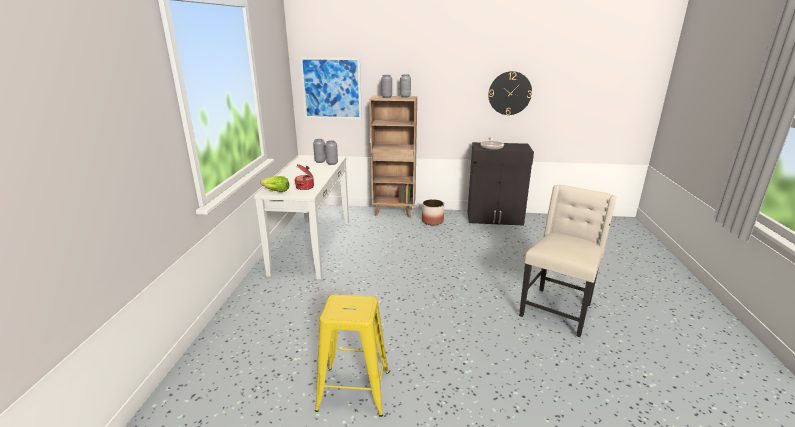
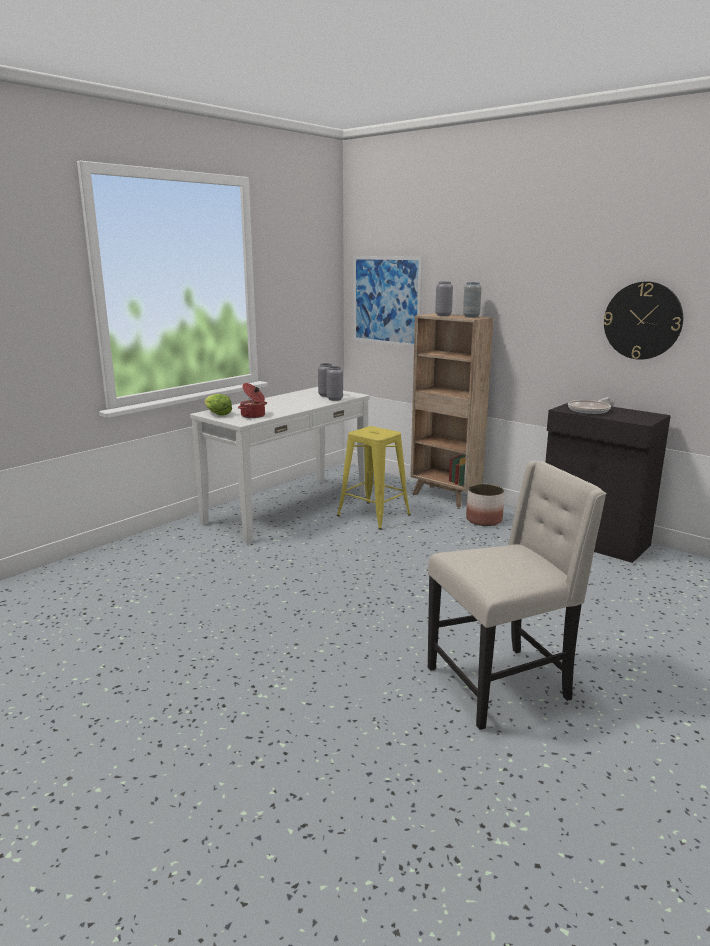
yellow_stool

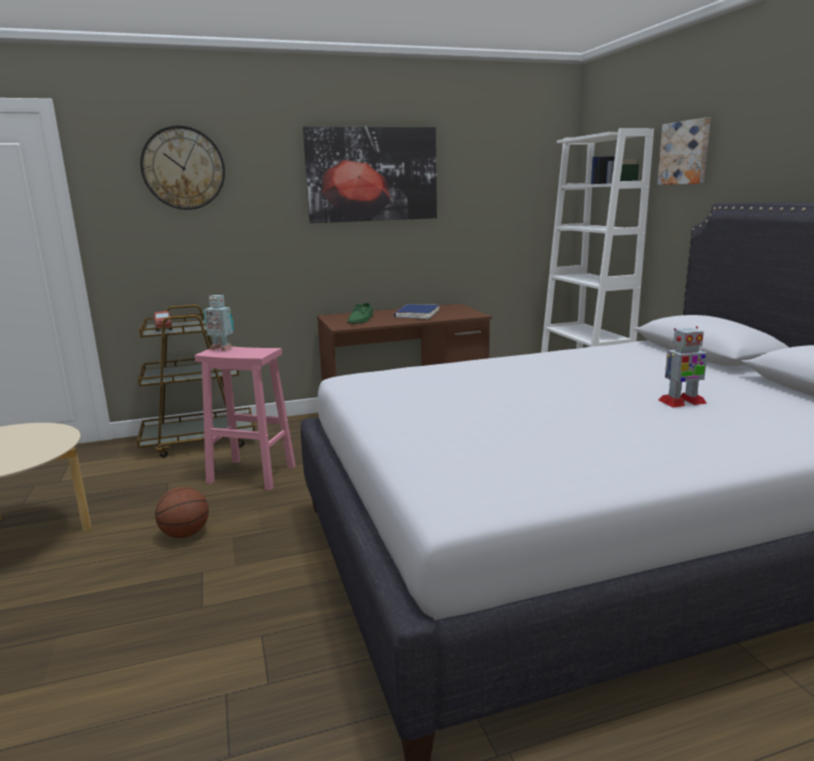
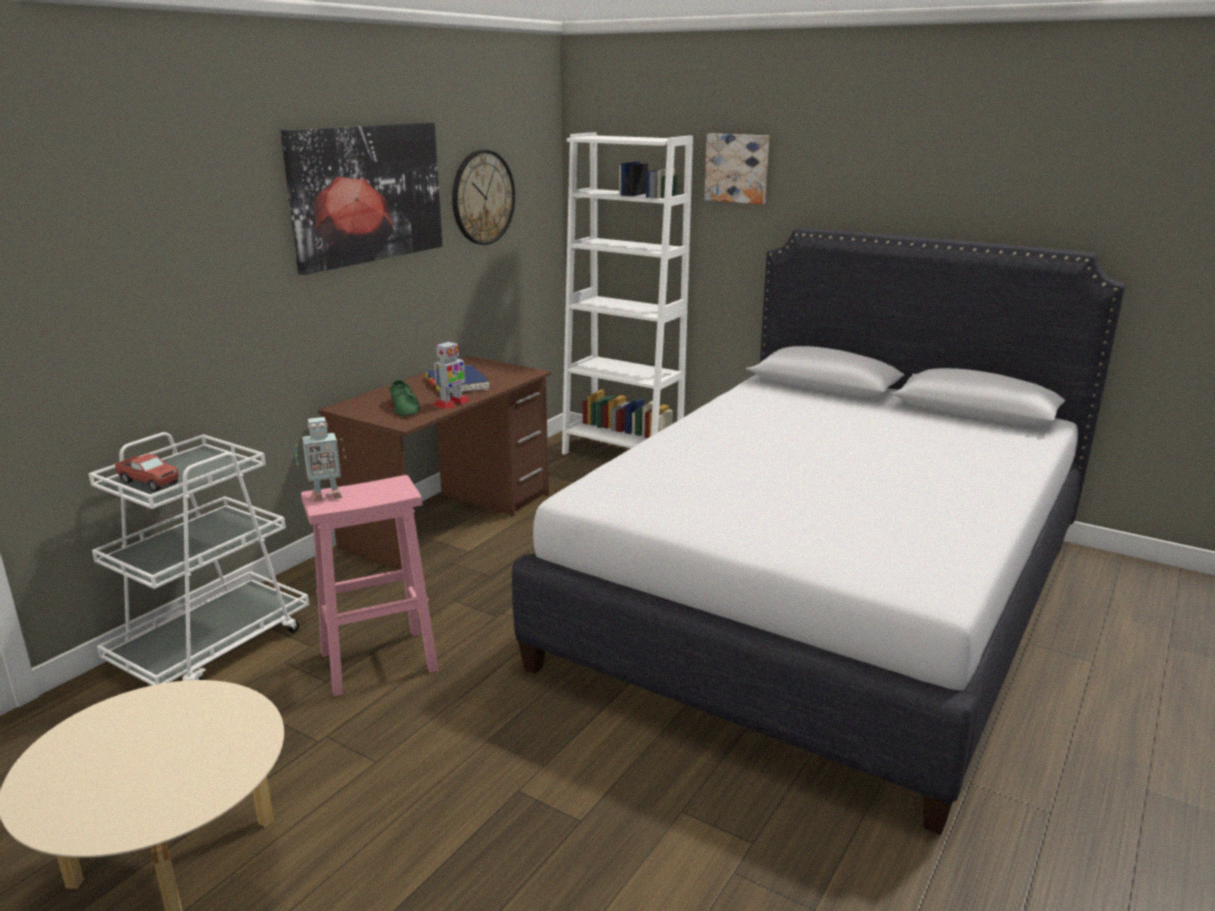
white_cart; toy_robot (no. 2 from left); wall_clock; basketball

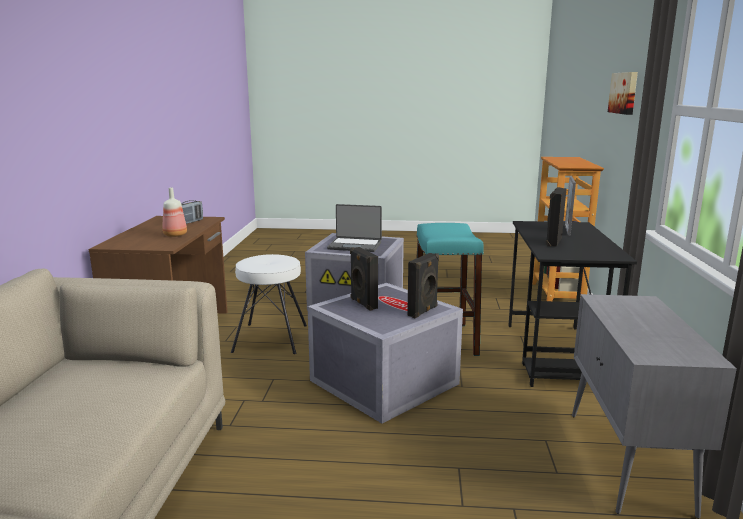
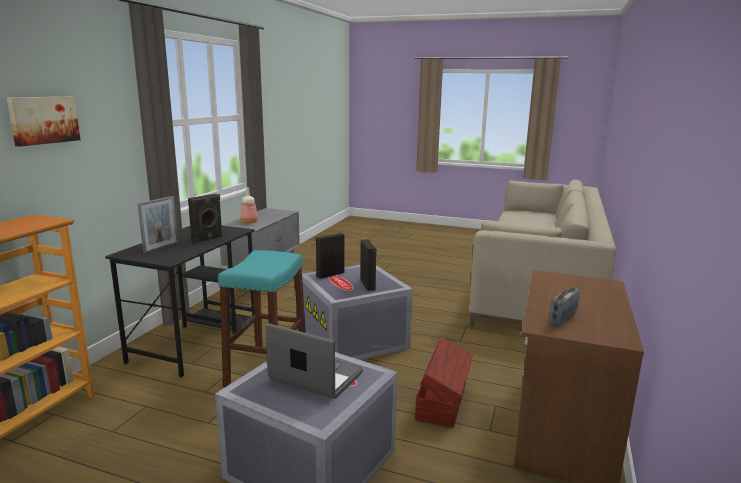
bottle; brown_storage_box

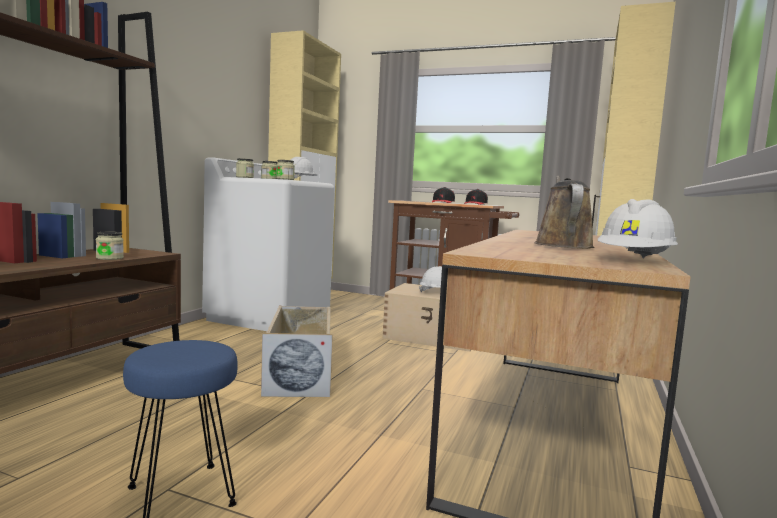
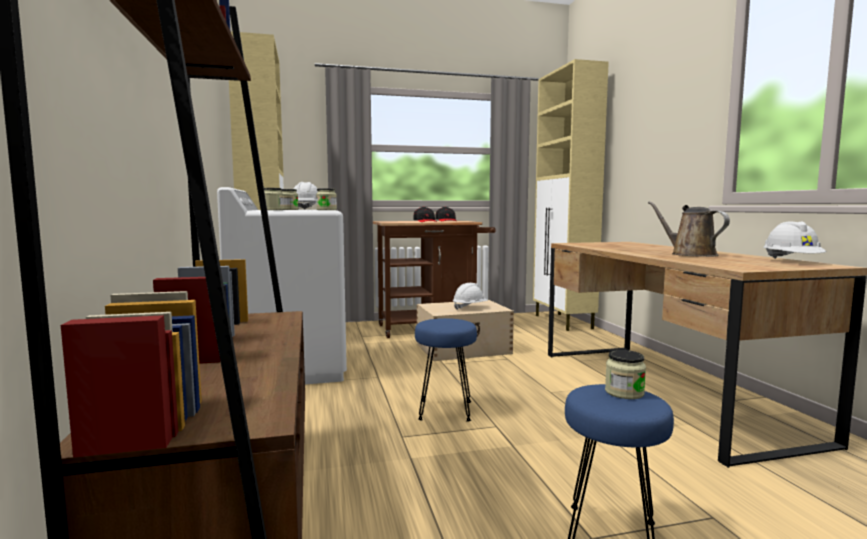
blue_stool (no. 1 from left); jar (no. 4 from left)

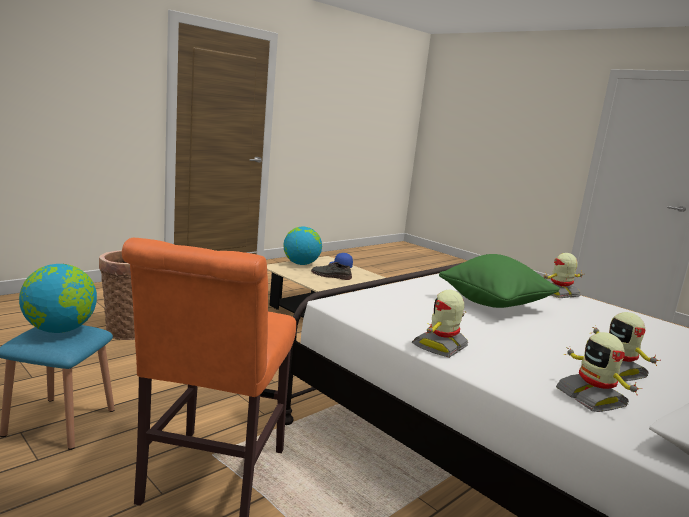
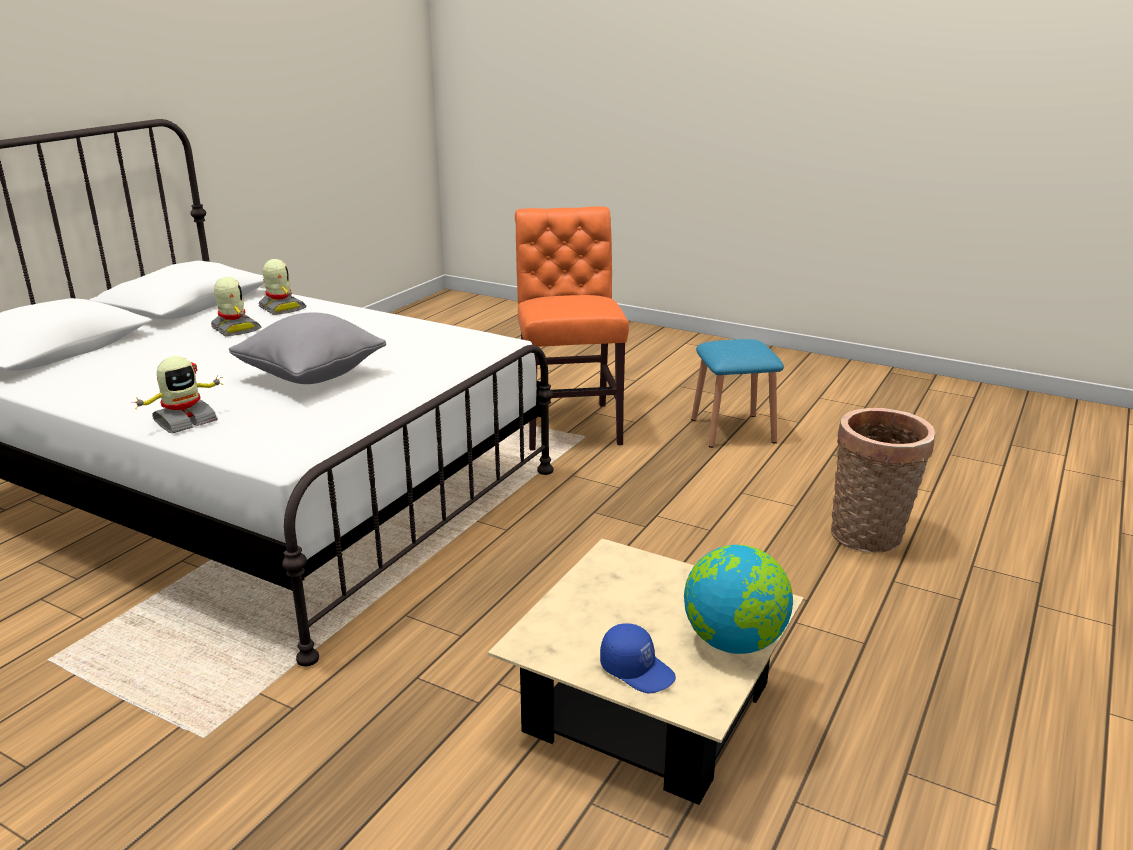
grey_pillow; globe (no. 1 from left in the first image); grey_shoe; toy_robot (no. 1 from left in the first image)

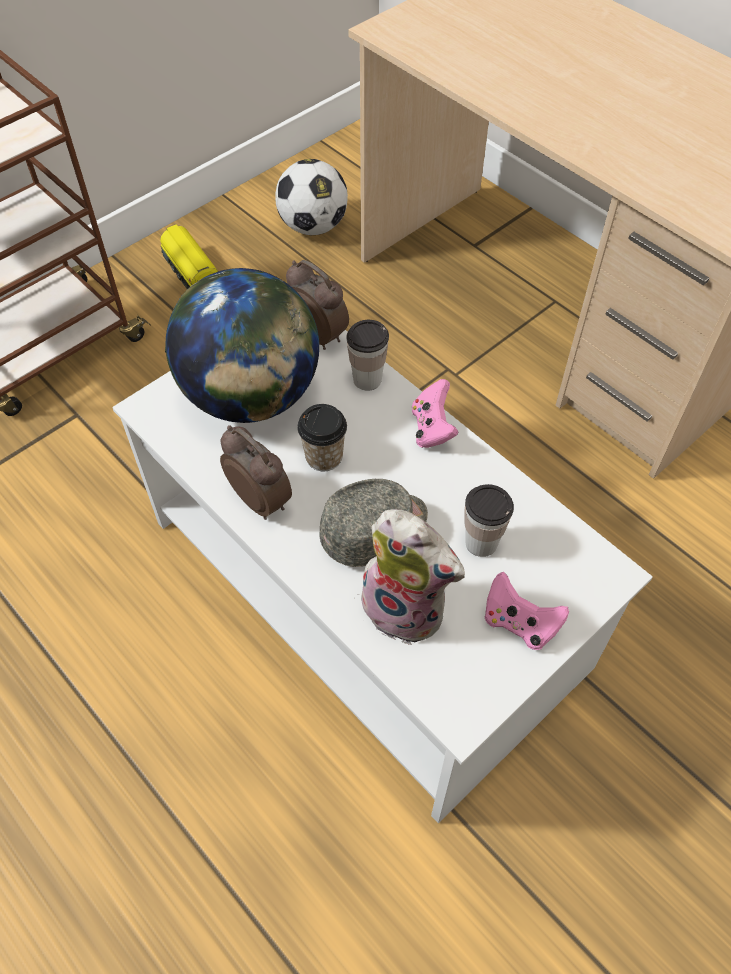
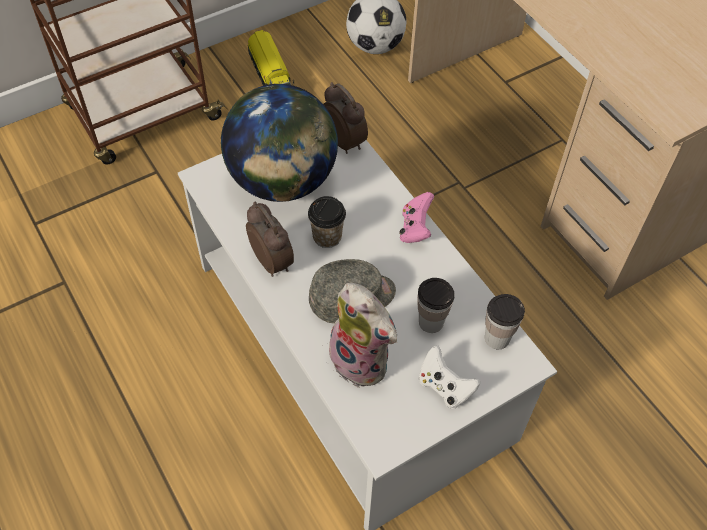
white_game_controller; cup (no. 3 from left)

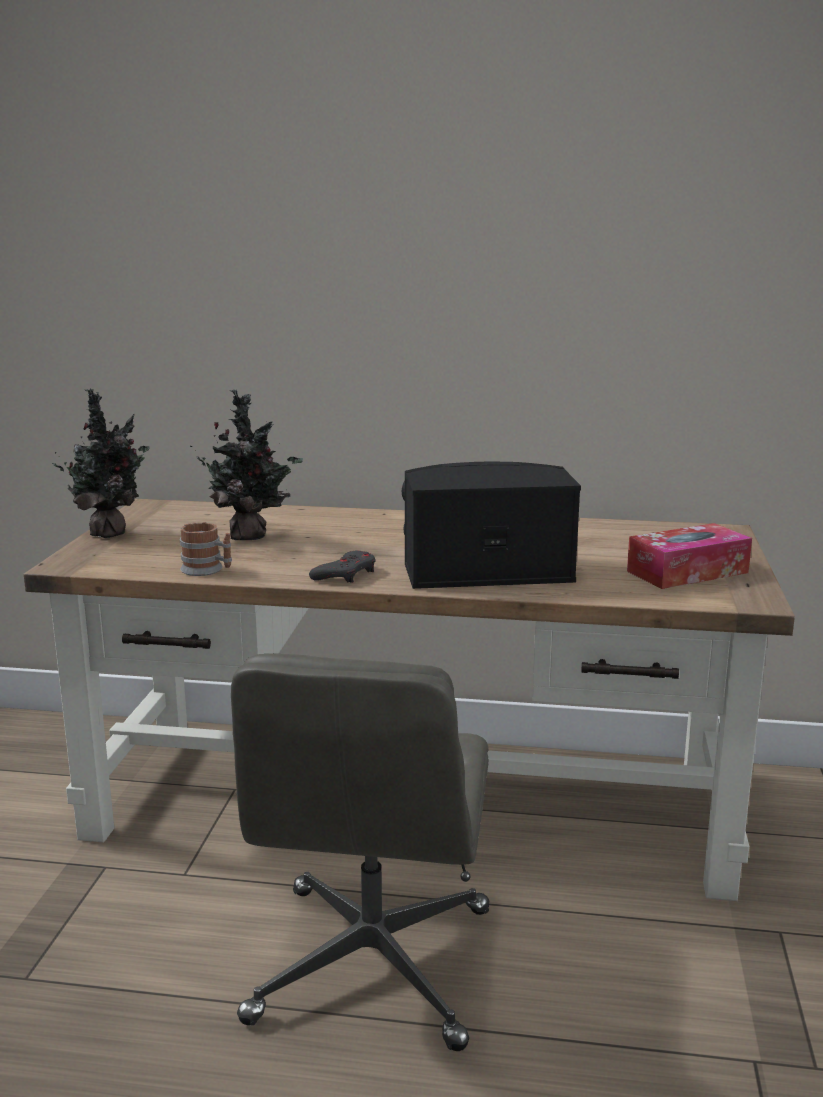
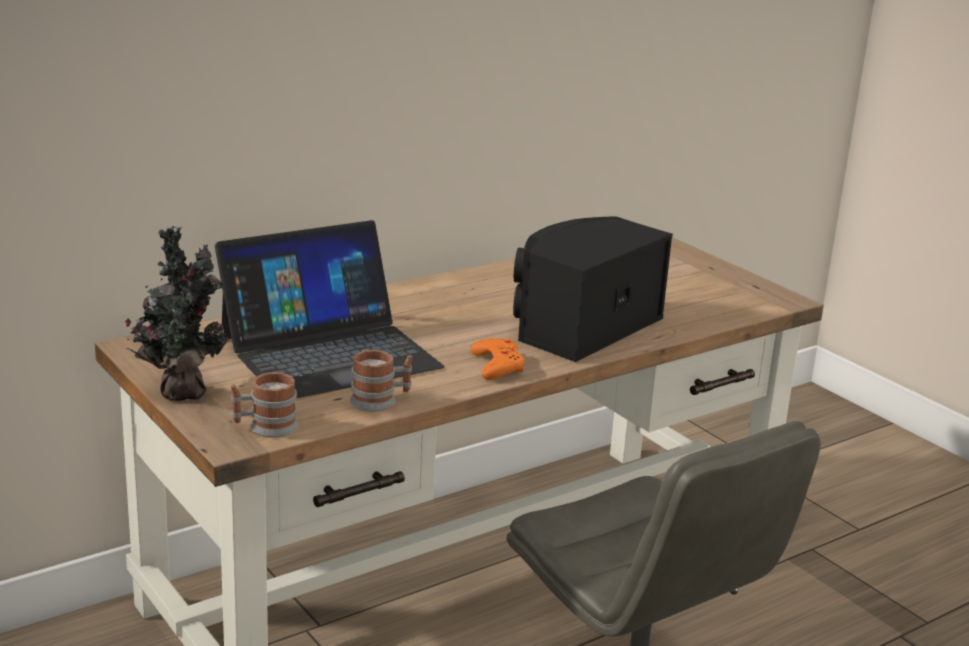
laptop; mug (no. 1 from left); orange_game_controller; tissue_box

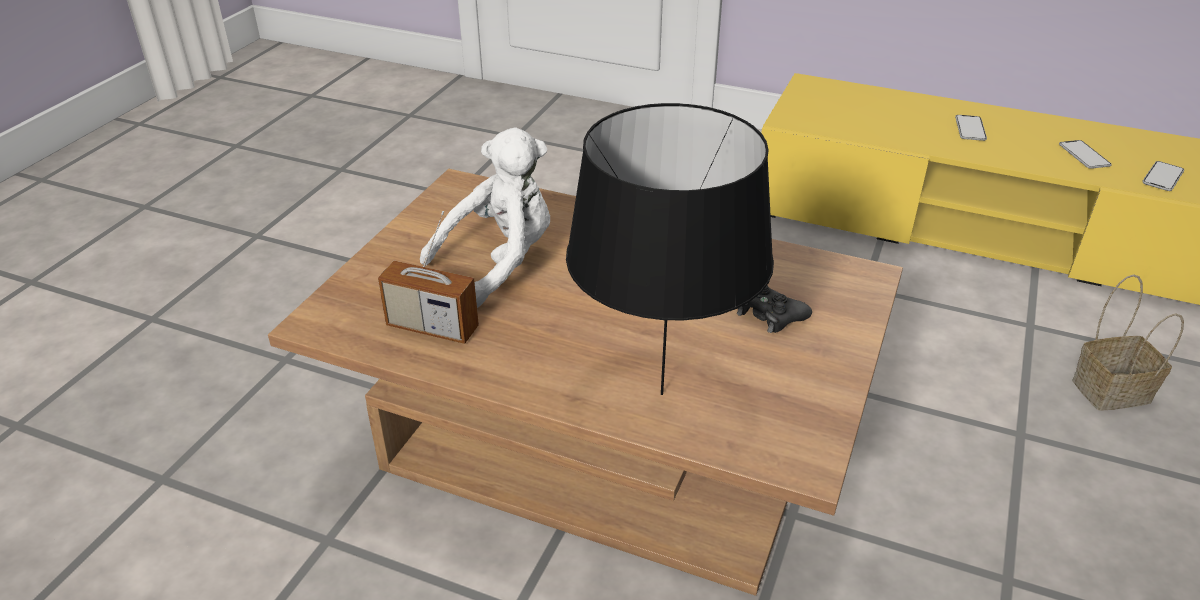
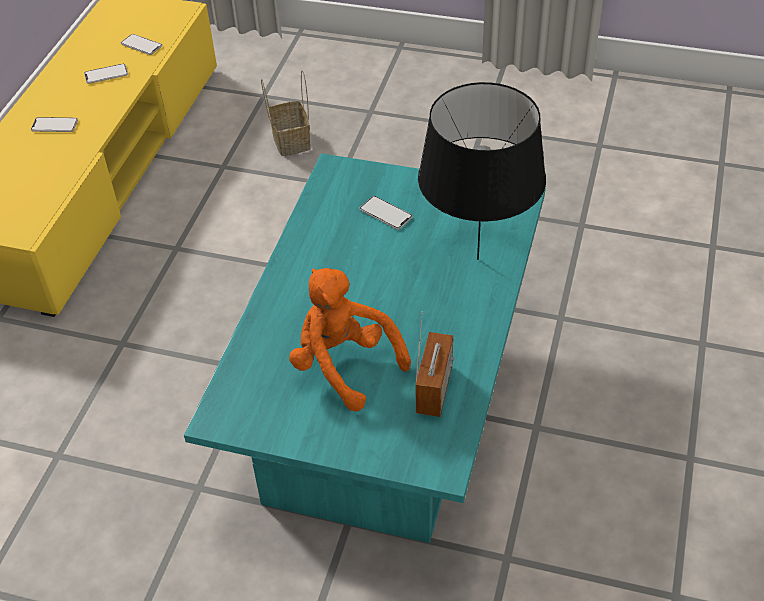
turquoise_coffee_table; orange_plush_toy; phone (no. 4 from left)

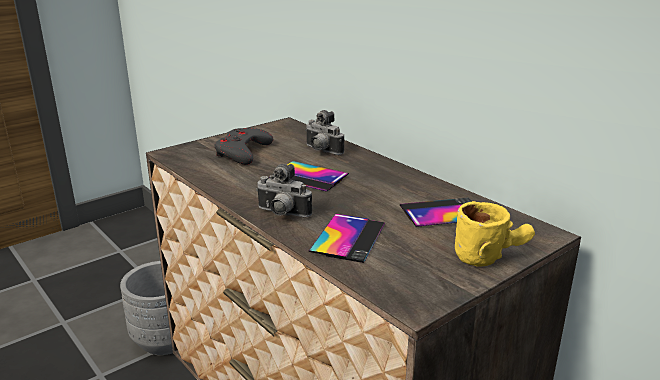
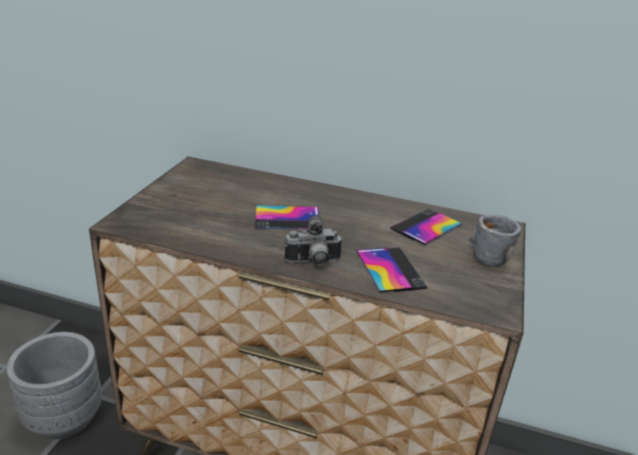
grey_mug; grey_game_controller; photo_camera (no. 2 from left in the first image)

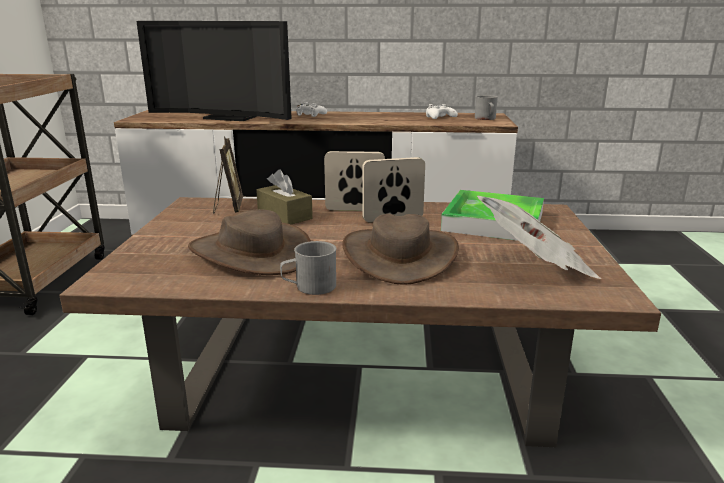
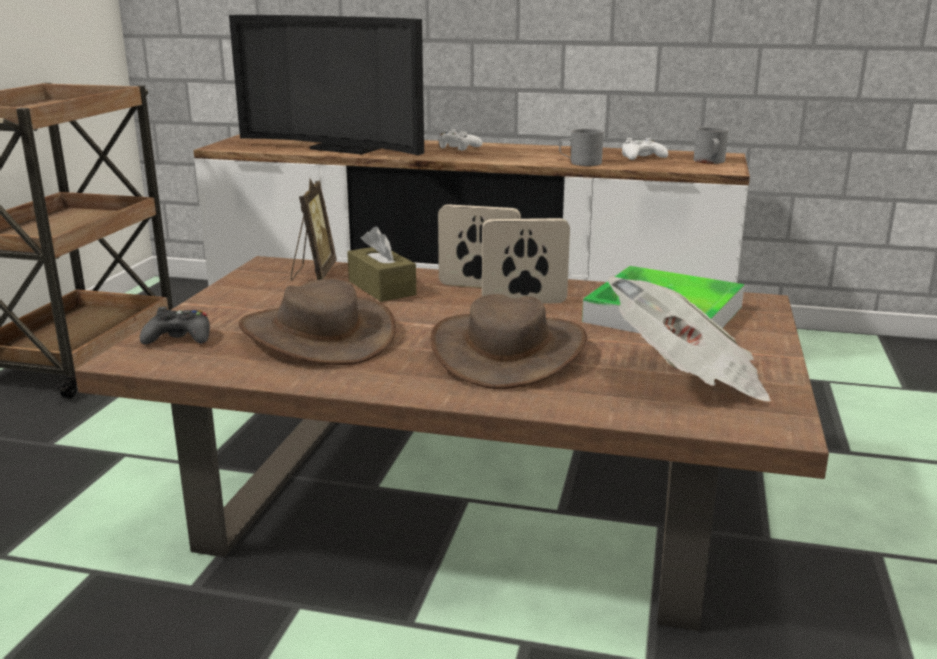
black_game_controller; grey_mug (no. 1 from left)

